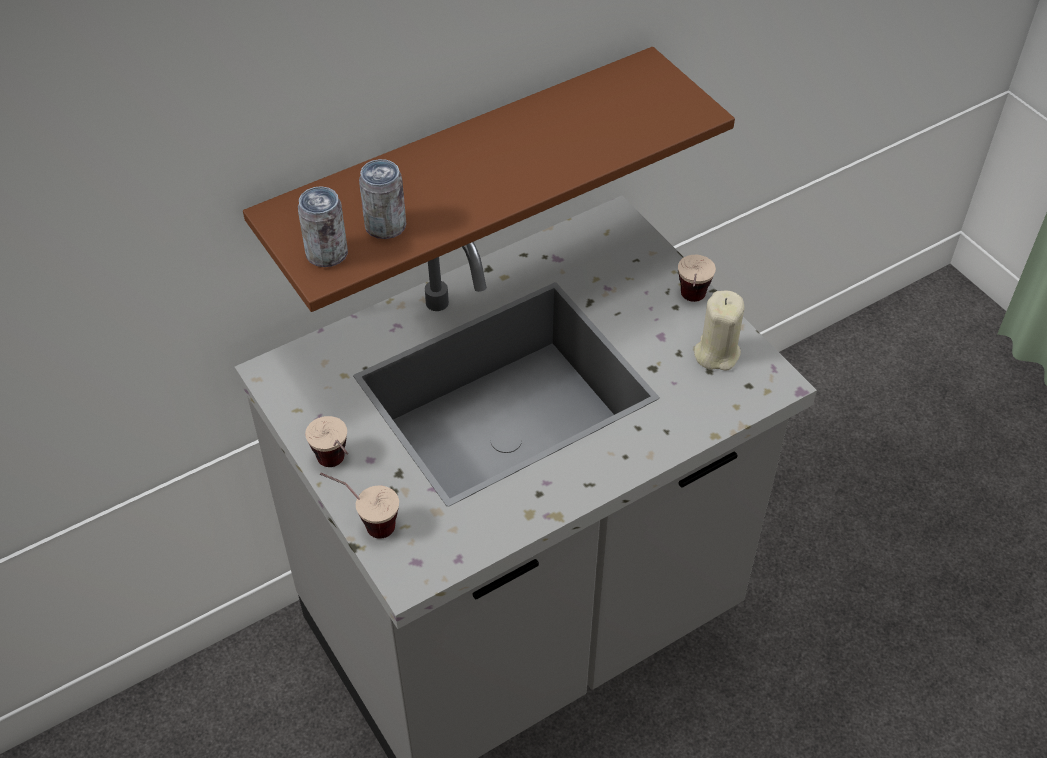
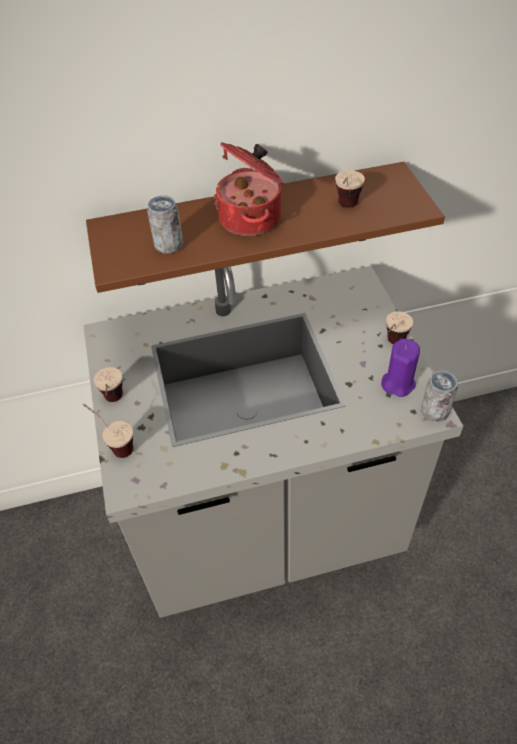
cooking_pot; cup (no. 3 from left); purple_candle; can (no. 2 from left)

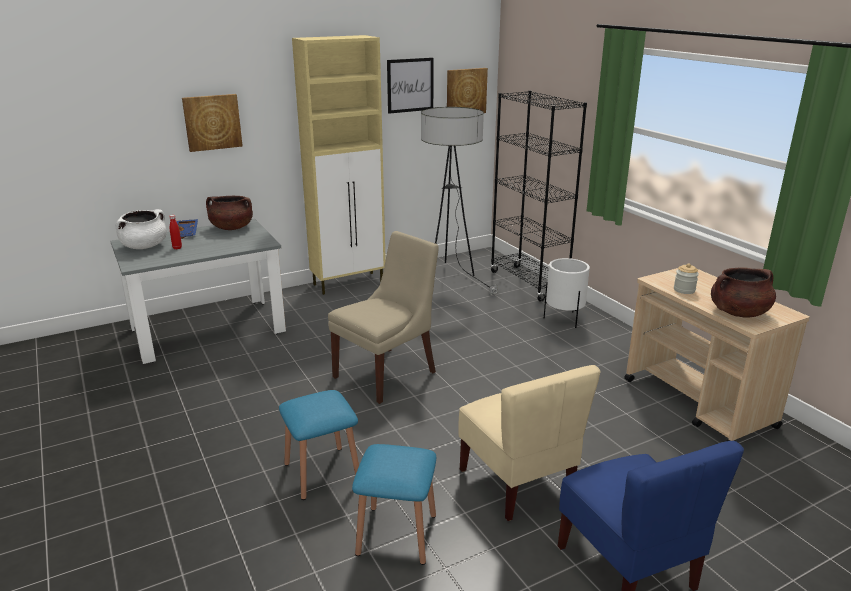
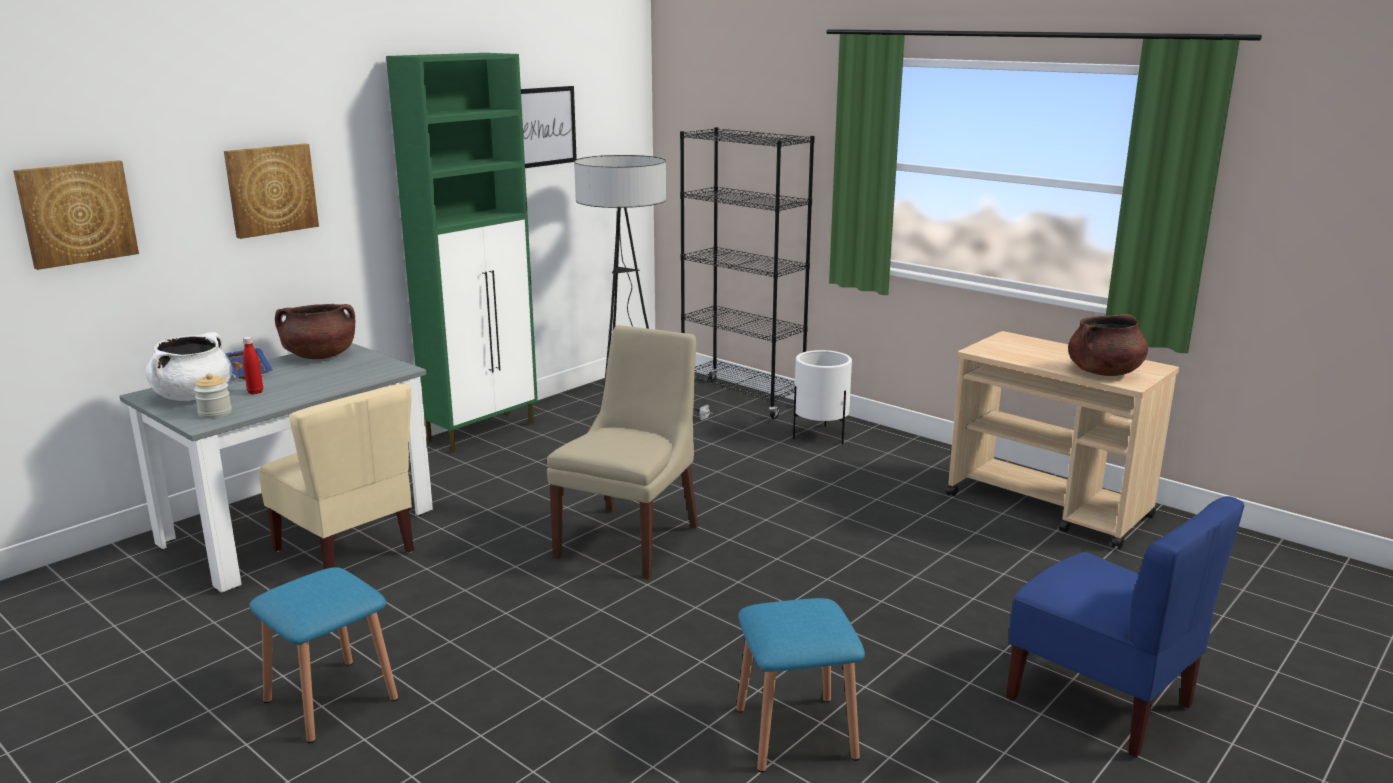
picture (no. 1 from left); jar; blue_stool (no. 1 from left); beige_chair (no. 1 from left); green_cabinet

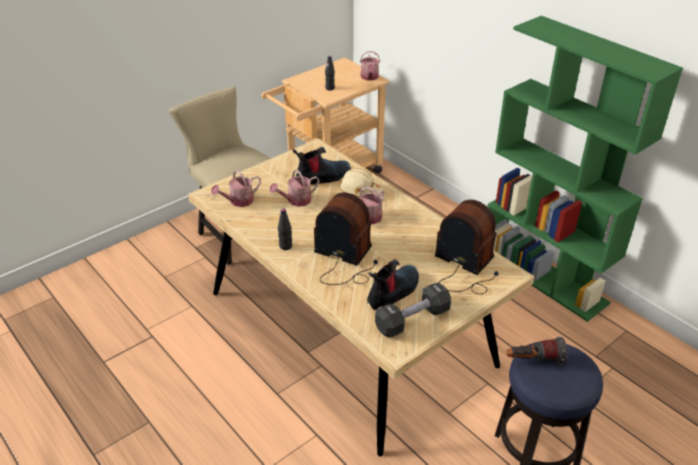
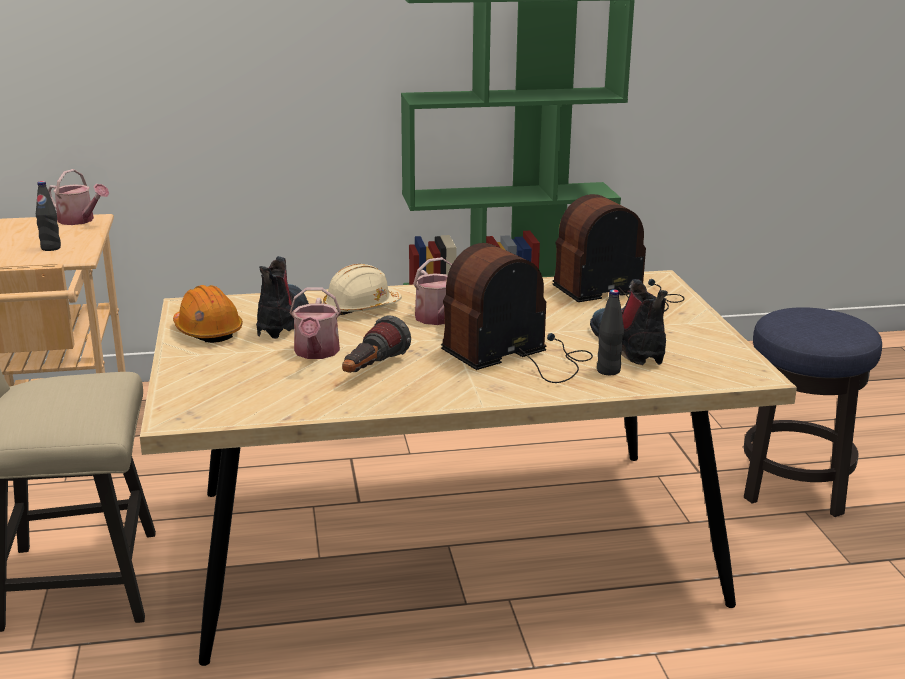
orange_hard_hat; flashlight; black_bottle (no. 2 from left); watering_can (no. 1 from left in the first image); black_dumbbell

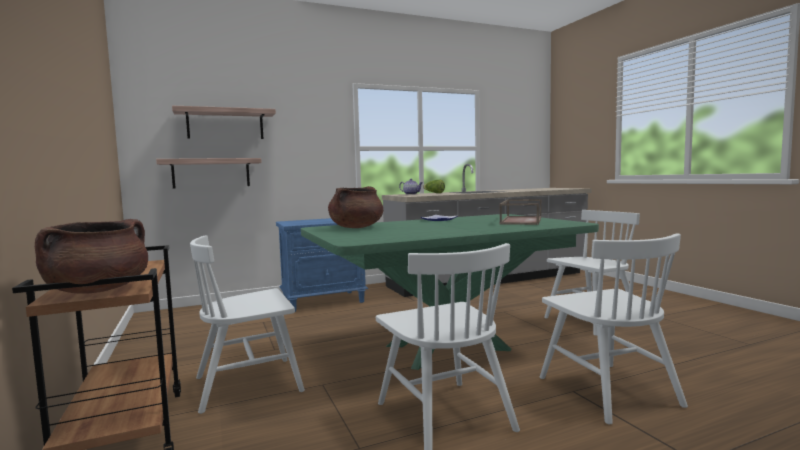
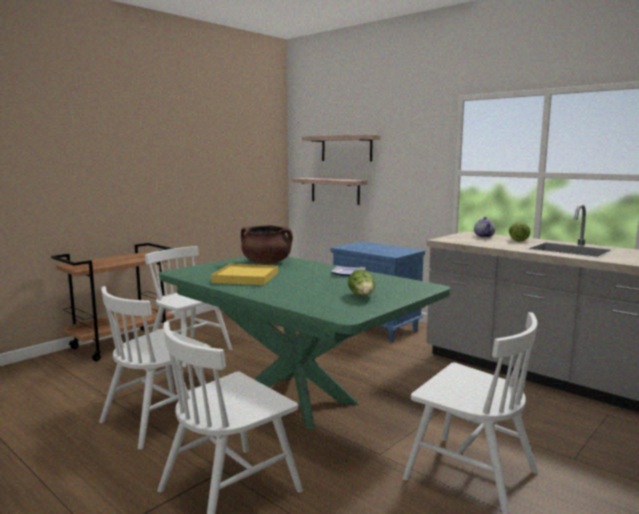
yellow_tray; lettuce (no. 1 from left); brown_cooking_pot (no. 1 from left in the first image)

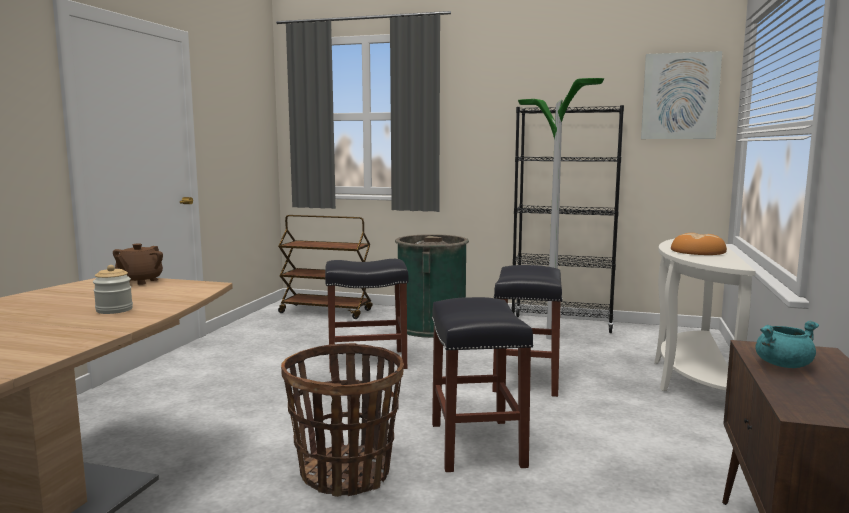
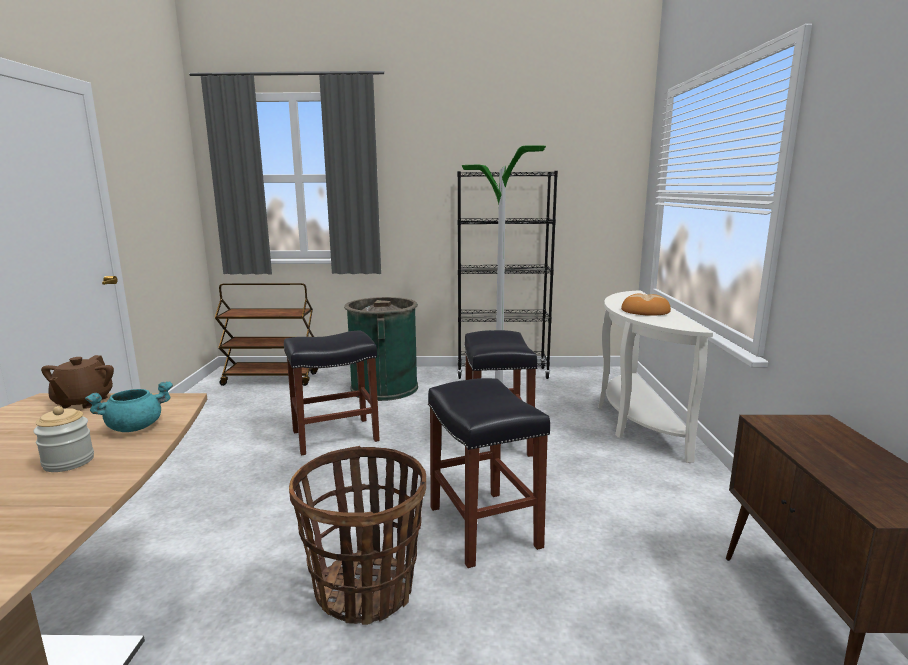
turquoise_cooking_pot; picture

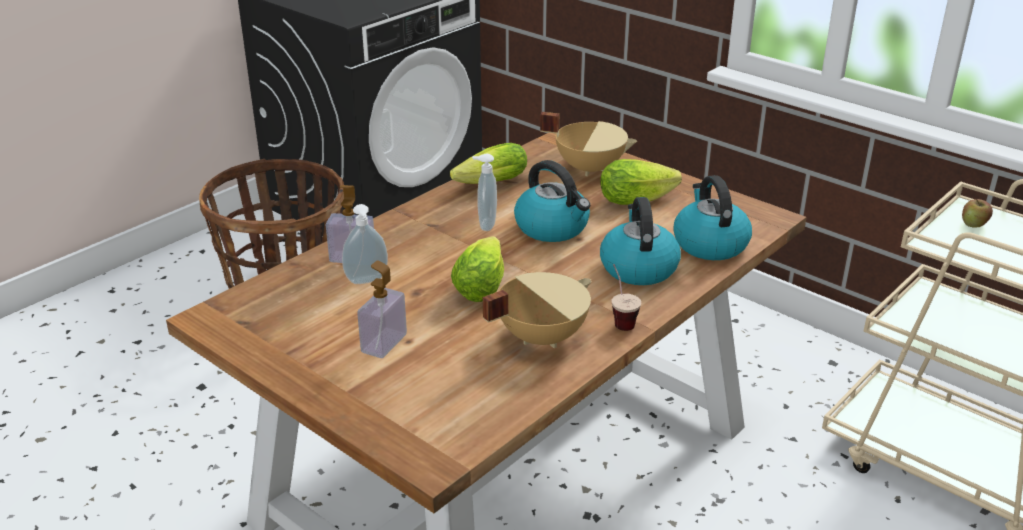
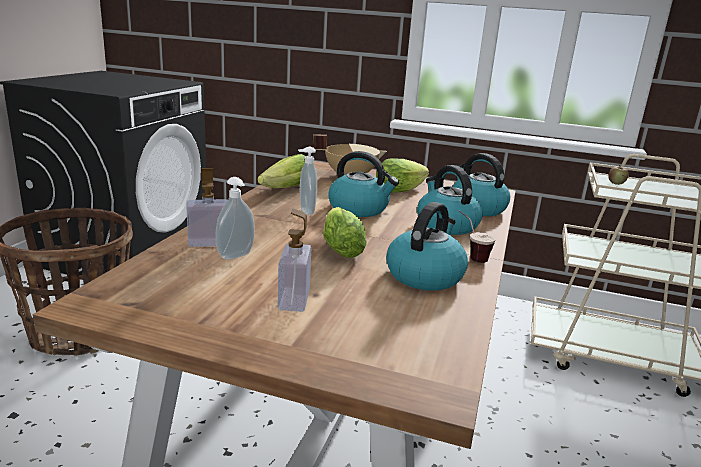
kettle (no. 2 from left)

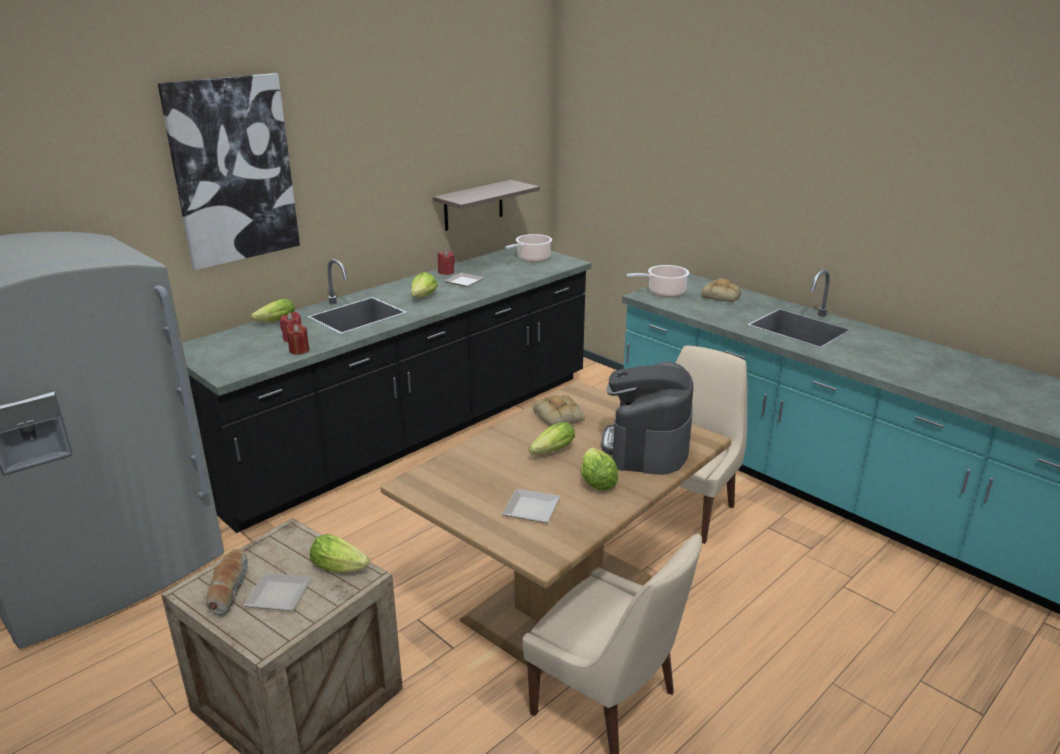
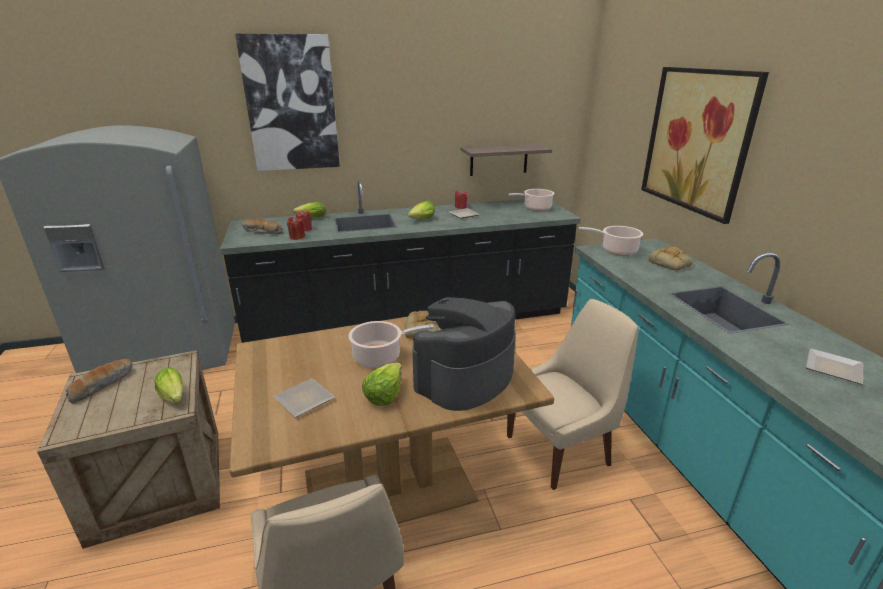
bread (no. 2 from left); cooking_pot (no. 1 from left); picture (no. 2 from left); plate (no. 3 from left)

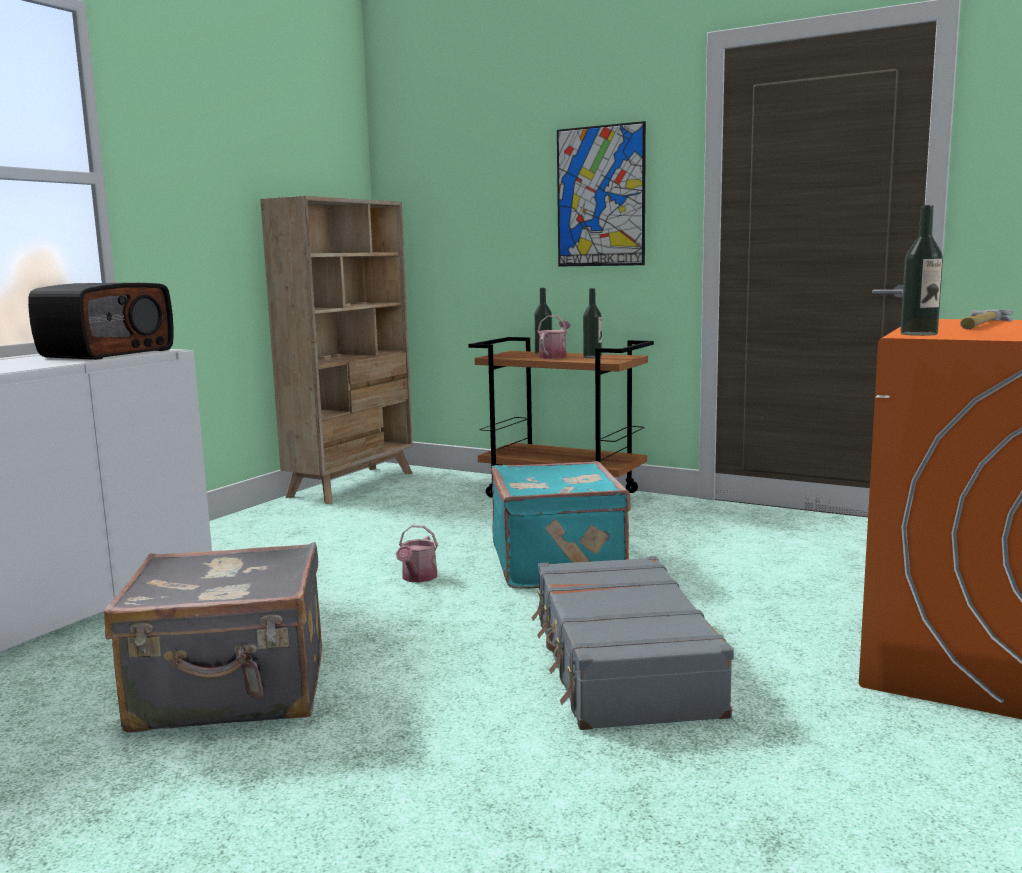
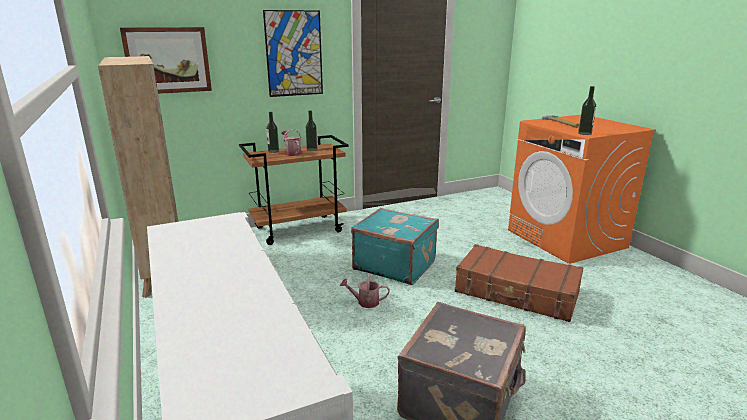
picture (no. 1 from left); watering_can (no. 2 from left); brown_suitcase; radio

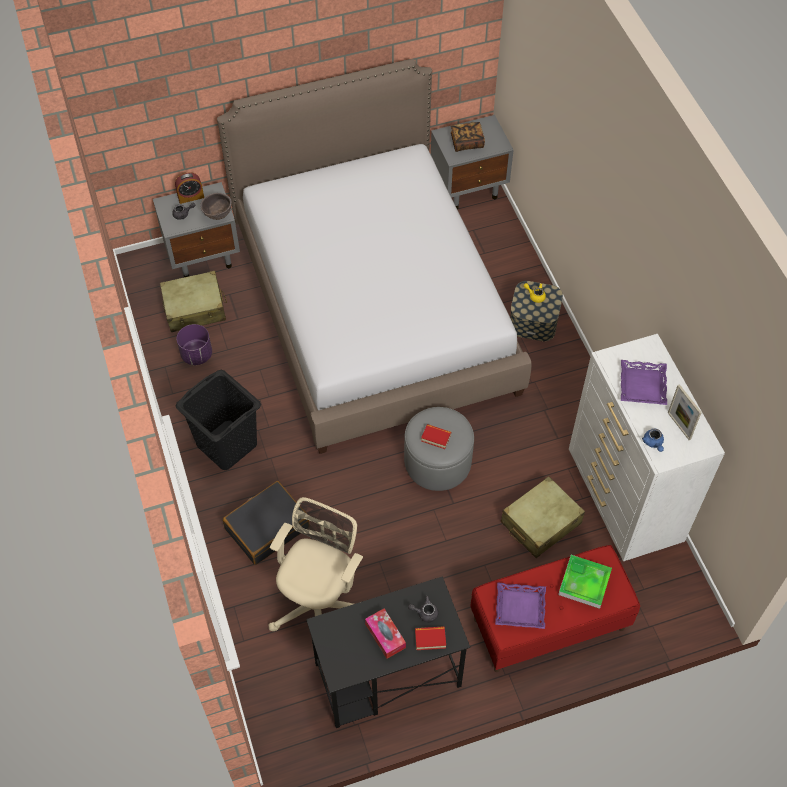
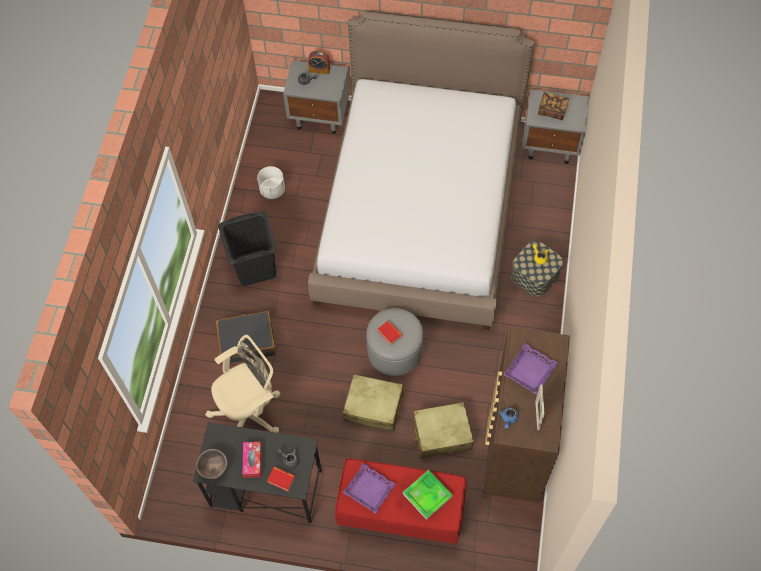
brown_bowl; white_planter; beige_suitcase (no. 1 from left); brown_dresser

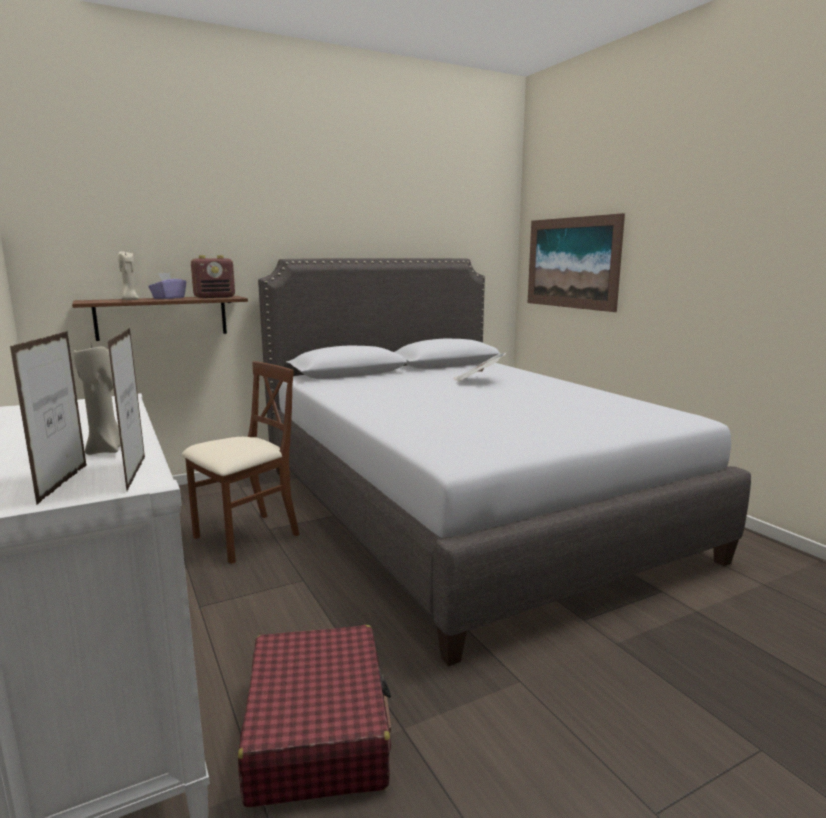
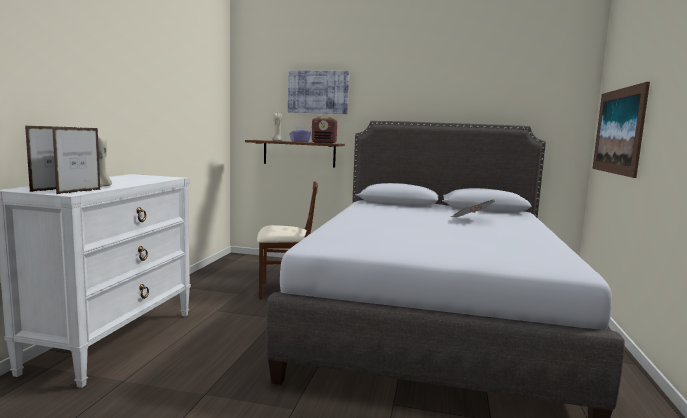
picture (no. 1 from left); red_suitcase

